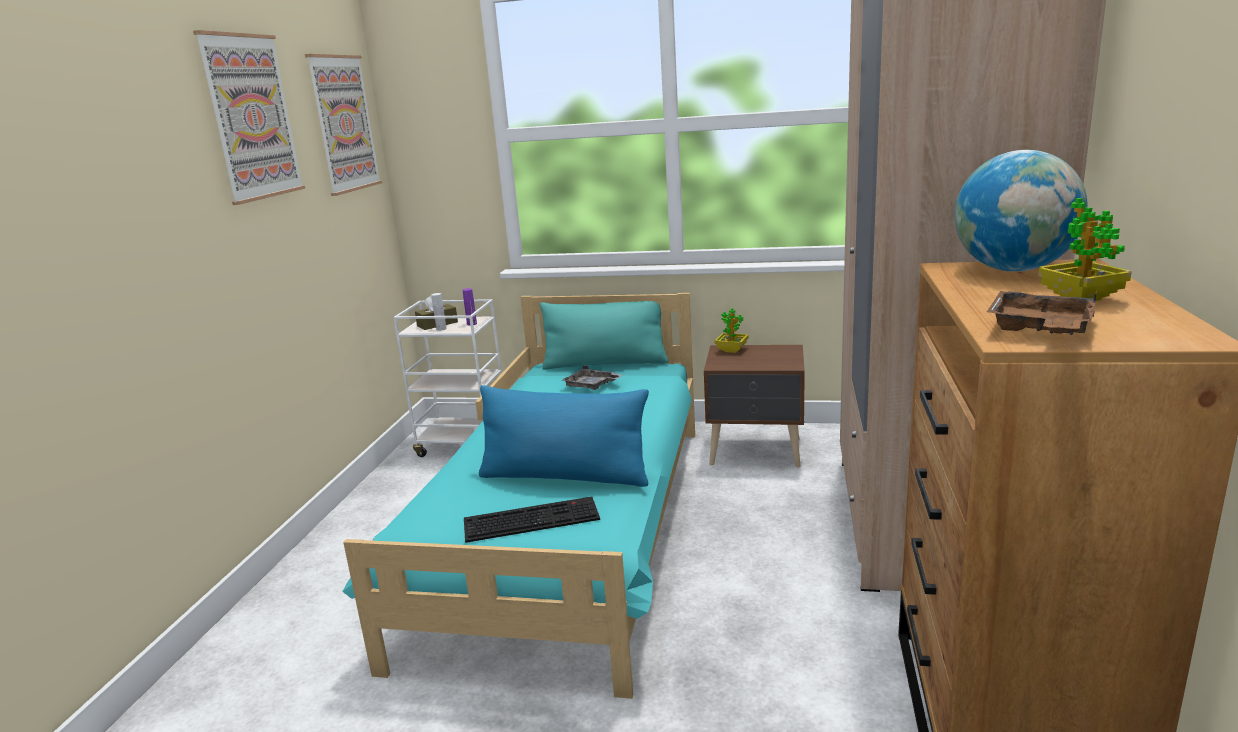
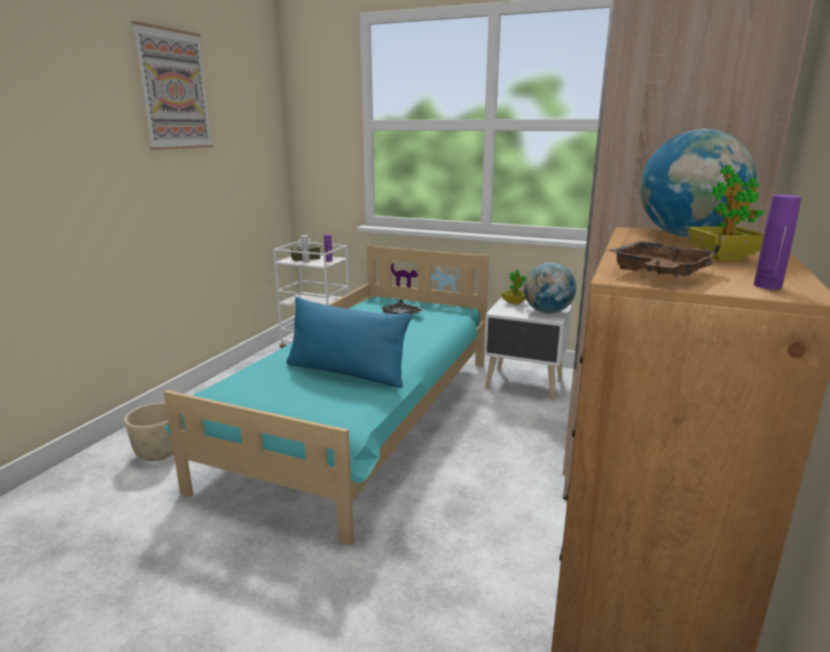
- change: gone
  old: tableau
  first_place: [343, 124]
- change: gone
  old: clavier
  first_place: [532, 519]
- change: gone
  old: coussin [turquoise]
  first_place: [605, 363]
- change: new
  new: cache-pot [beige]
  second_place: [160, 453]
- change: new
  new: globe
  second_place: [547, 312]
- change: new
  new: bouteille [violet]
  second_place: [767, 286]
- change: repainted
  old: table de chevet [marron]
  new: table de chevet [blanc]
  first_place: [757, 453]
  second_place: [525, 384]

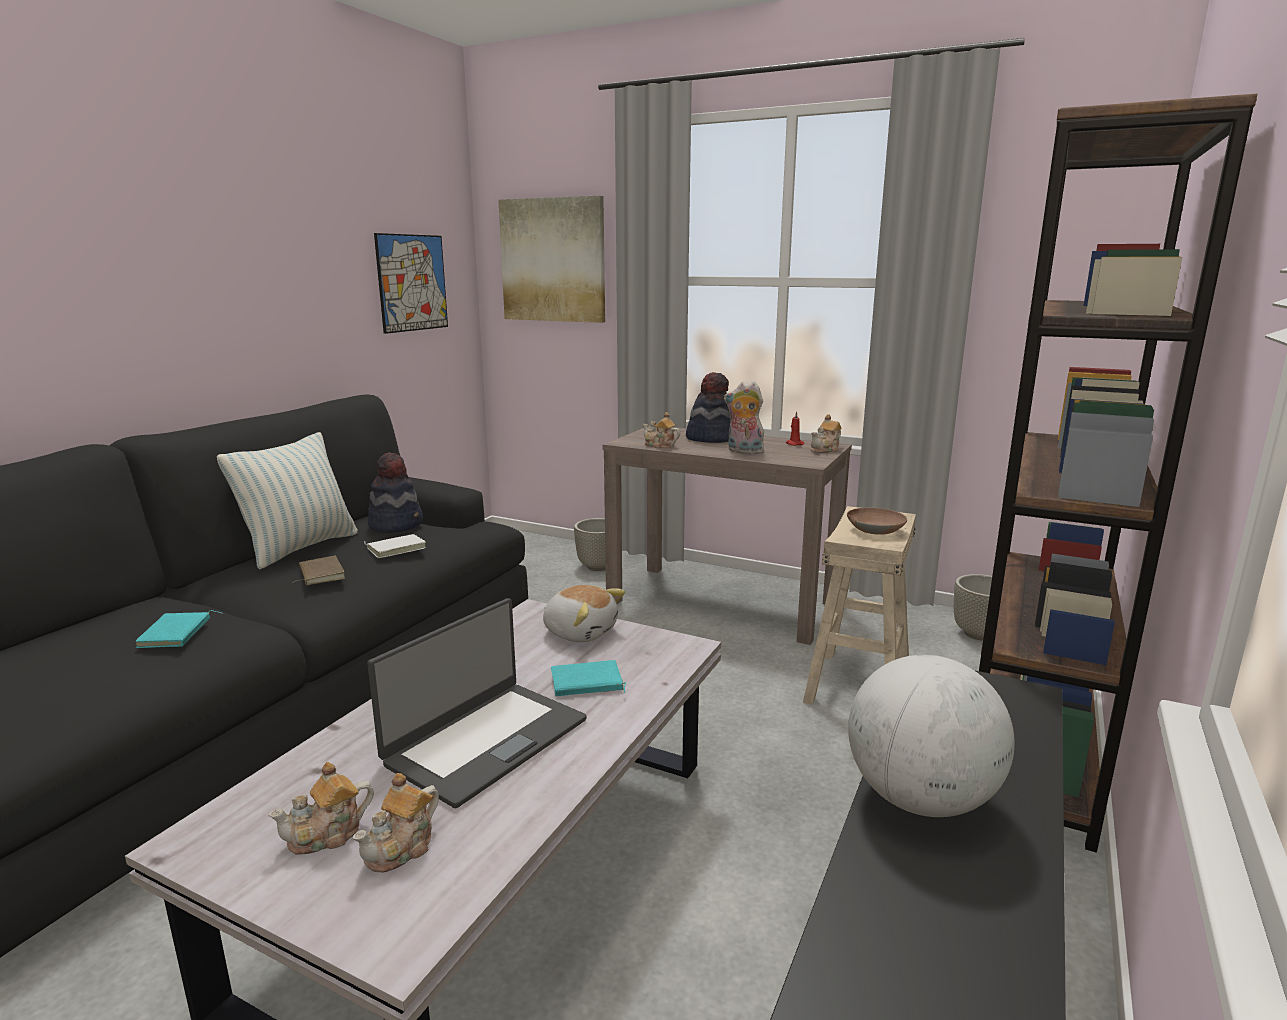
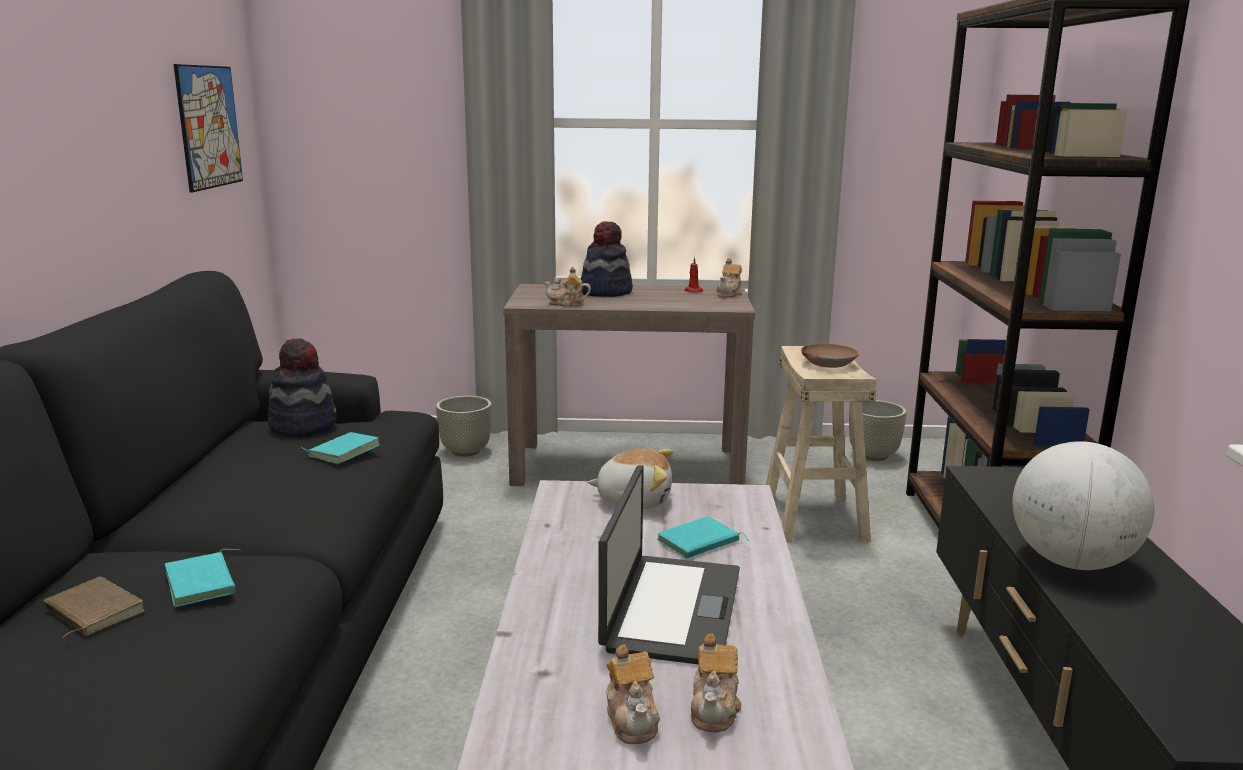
- change: gone
  old: coussin
  first_place: [300, 548]
- change: gone
  old: tableau
  first_place: [553, 260]
- change: gone
  old: peluche
  first_place: [743, 452]
- change: shifted
  old: livre [marron]
  first_place: [320, 574]
  second_place: [91, 612]
- change: repainted
  old: livre [blanc]
  new: livre [turquoise]
  first_place: [396, 548]
  second_place: [343, 451]
- change: rotated
  old: théière
  first_place: [327, 835]
  second_place: [632, 719]
  degrees: -45

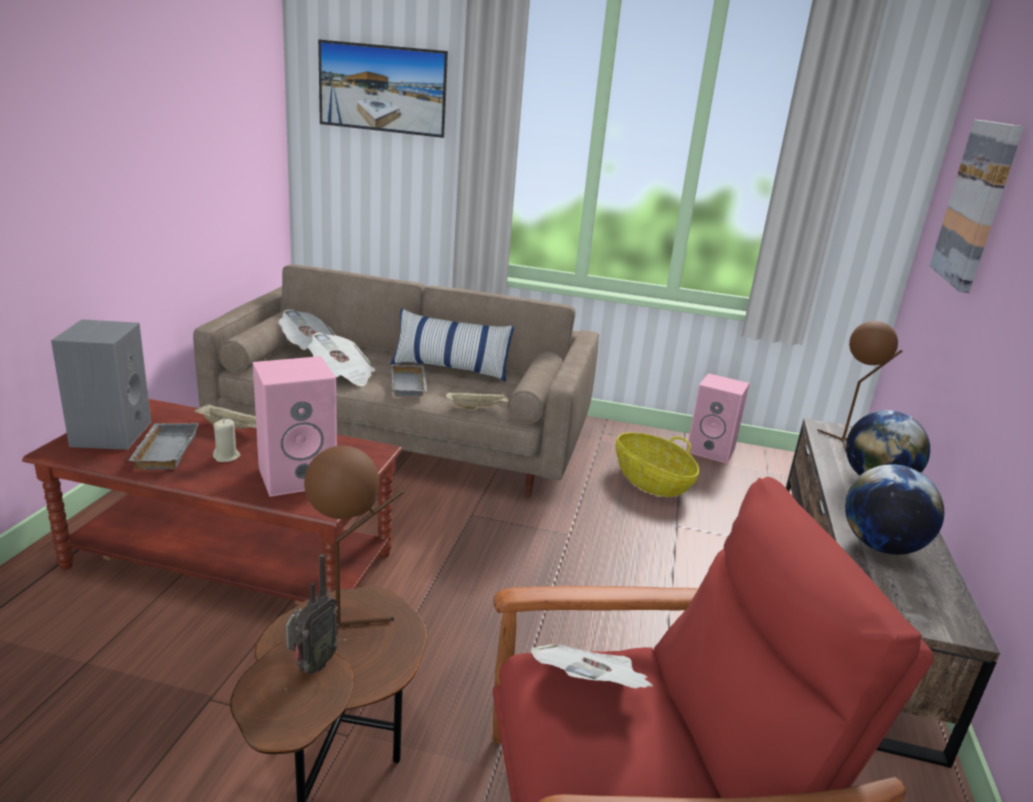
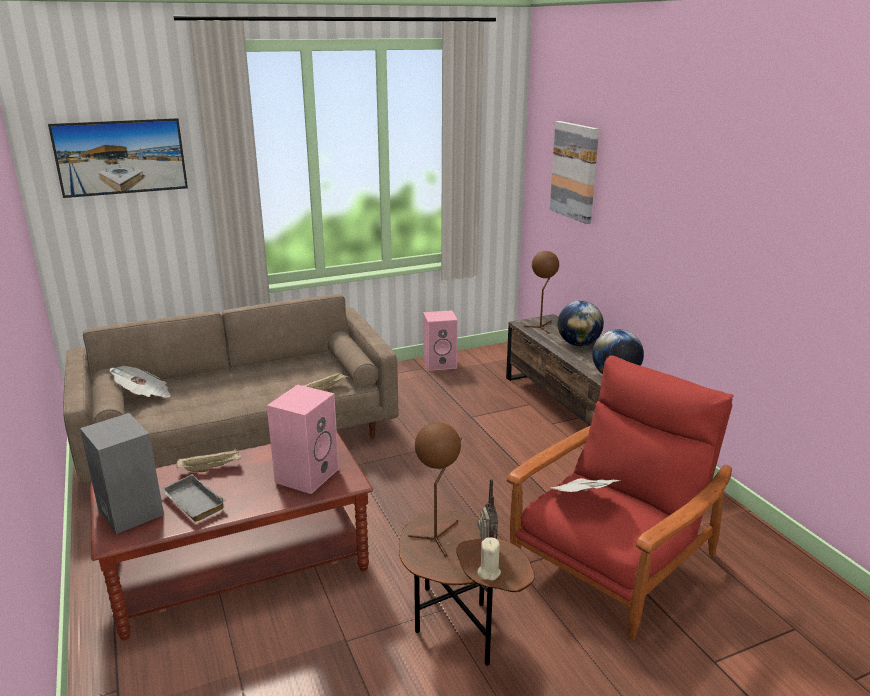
- change: gone
  old: journal
  first_place: [342, 375]
- change: gone
  old: coussin
  first_place: [450, 368]
- change: gone
  old: plateau [gris]
  first_place: [410, 385]
- change: gone
  old: panier
  first_place: [651, 481]
- change: shifted
  old: bougie [beige]
  first_place: [227, 457]
  second_place: [488, 572]

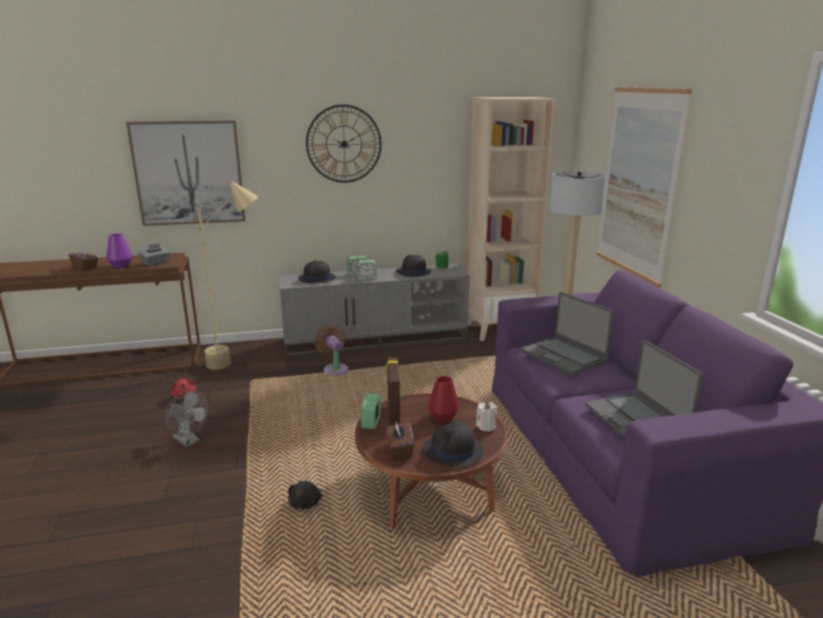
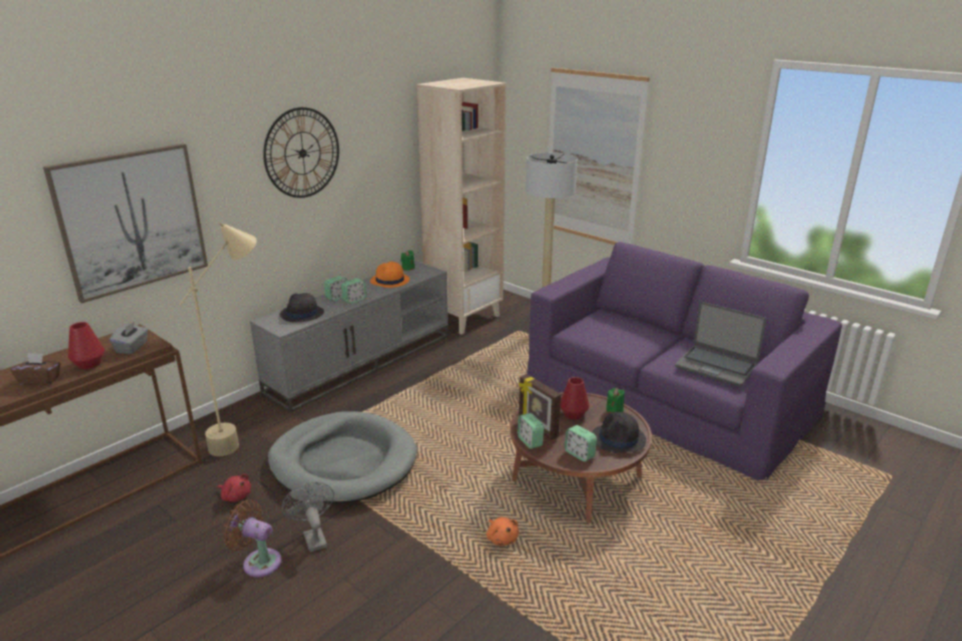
- change: gone
  old: ordinateur portable
  first_place: [563, 356]
- change: new
  new: panier pour chien [gris]
  second_place: [343, 462]
- change: shifted
  old: ventilateur [marron]
  first_place: [334, 368]
  second_place: [259, 561]
- change: swapped
  old: boîte à mouchoirs [marron]
  new: réveil
  first_place: [399, 449]
  second_place: [579, 454]
- change: repainted
  old: vase [violet]
  new: vase [rouge]
  first_place: [121, 266]
  second_place: [89, 364]
- change: repainted
  old: peluche [noir]
  new: peluche [orange]
  first_place: [306, 503]
  second_place: [502, 538]
- change: repainted
  old: chapeau [noir]
  new: chapeau [orange]
  first_place: [413, 272]
  second_place: [390, 281]
- change: repainted
  old: bougie [blanc]
  new: bougie [vert]
  first_place: [486, 426]
  second_place: [614, 410]
- change: rotated
  old: ventilateur [gris]
  first_place: [189, 441]
  second_place: [313, 537]
  degrees: -120

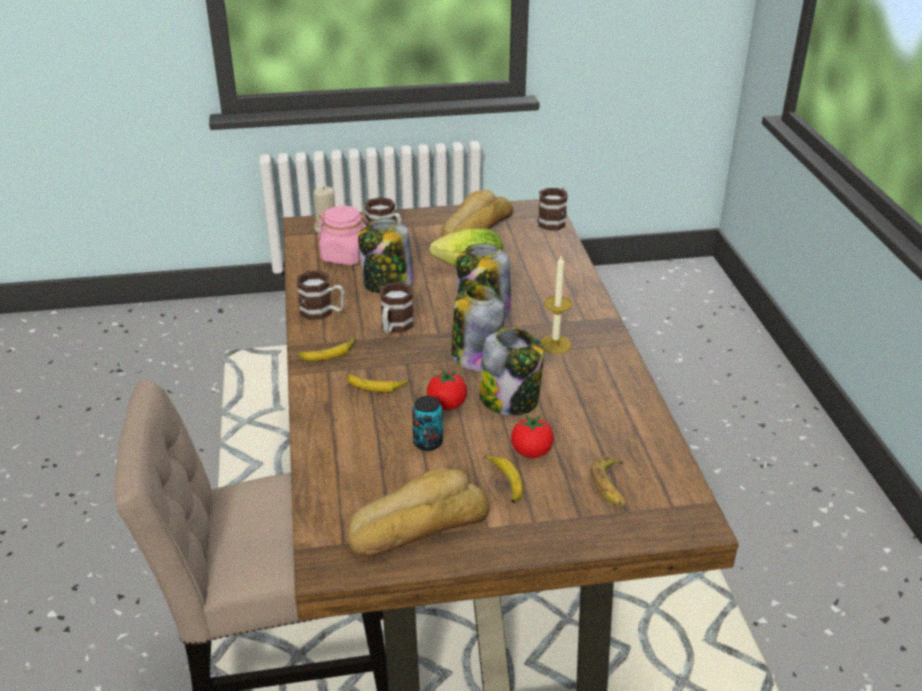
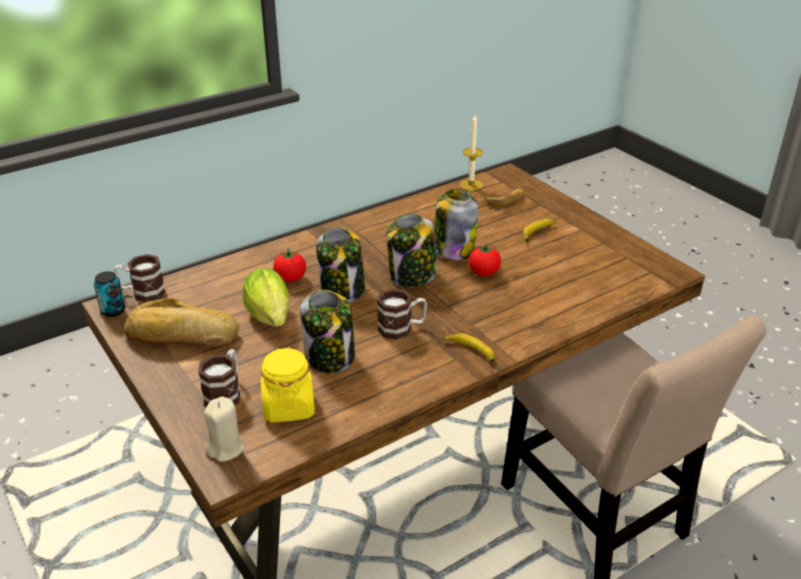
- change: gone
  old: mug
  first_place: [323, 312]
- change: gone
  old: banane
  first_place: [376, 385]
- change: gone
  old: pain
  first_place: [417, 524]
- change: shifted
  old: boîte métallique
  first_place: [428, 443]
  second_place: [113, 311]
- change: shifted
  old: tomate
  first_place: [531, 452]
  second_place: [290, 278]
- change: shifted
  old: bougie
  first_place: [555, 344]
  second_place: [471, 185]
- change: repainted
  old: bocal [rose]
  new: bocal [jaune]
  first_place: [345, 256]
  second_place: [288, 406]

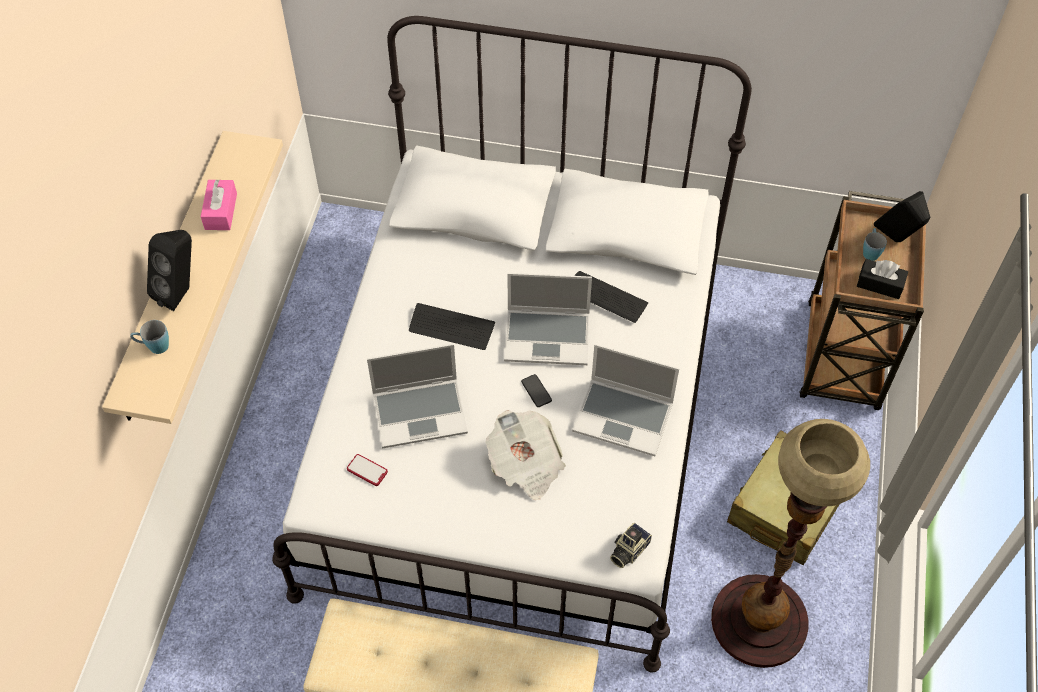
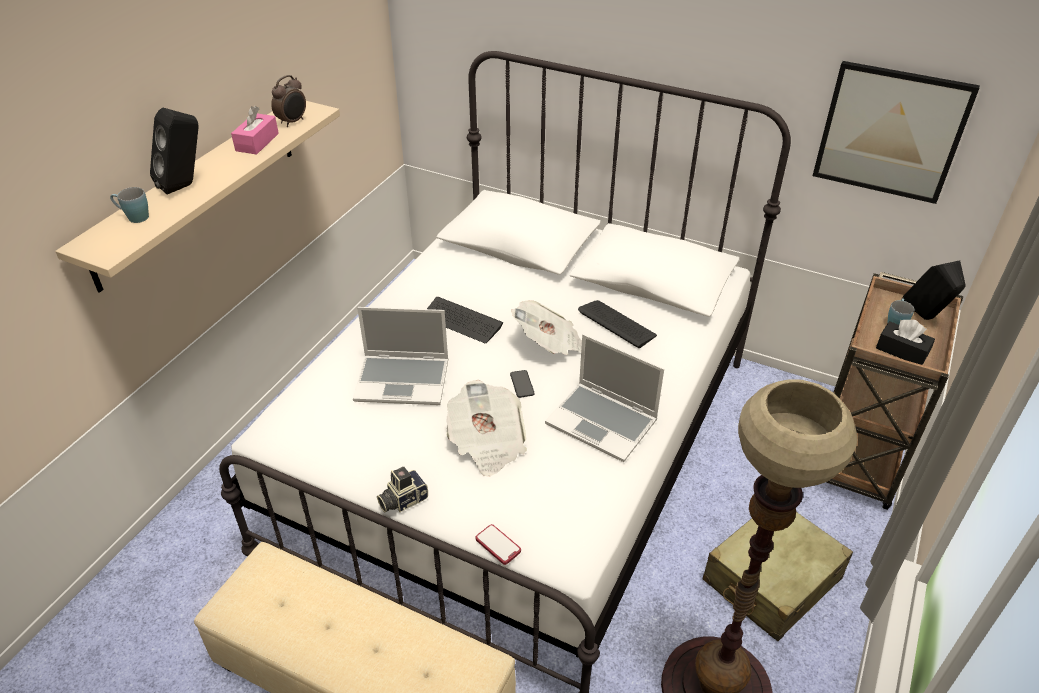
- change: new
  new: réveil
  second_place: [293, 122]
- change: new
  new: tableau
  second_place: [890, 132]
- change: shifted
  old: téléphone
  first_place: [367, 470]
  second_place: [498, 545]
- change: shifted
  old: appareil photo
  first_place: [628, 550]
  second_place: [402, 500]
- change: swapped
  old: ordinateur portable
  new: journal
  first_place: [548, 337]
  second_place: [550, 344]

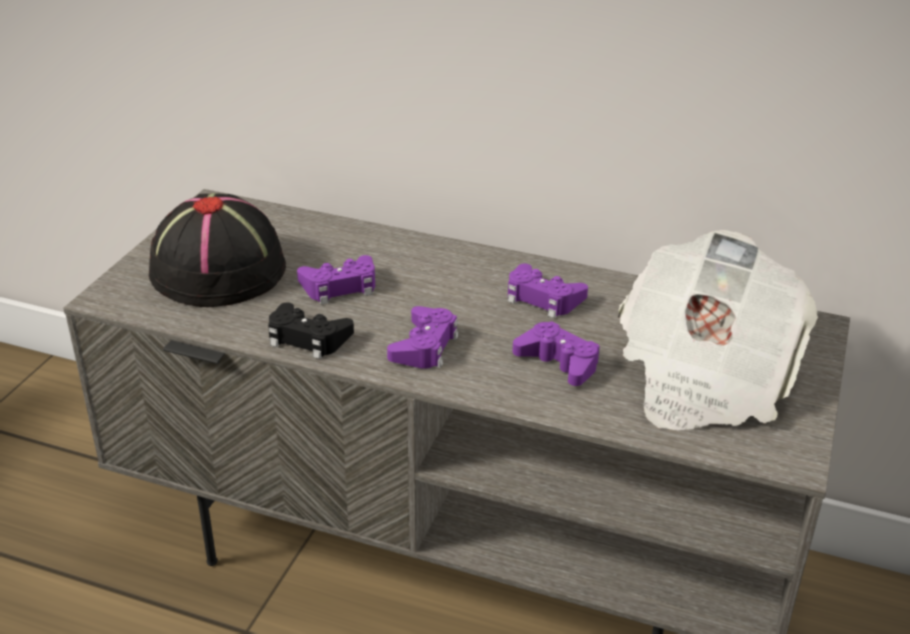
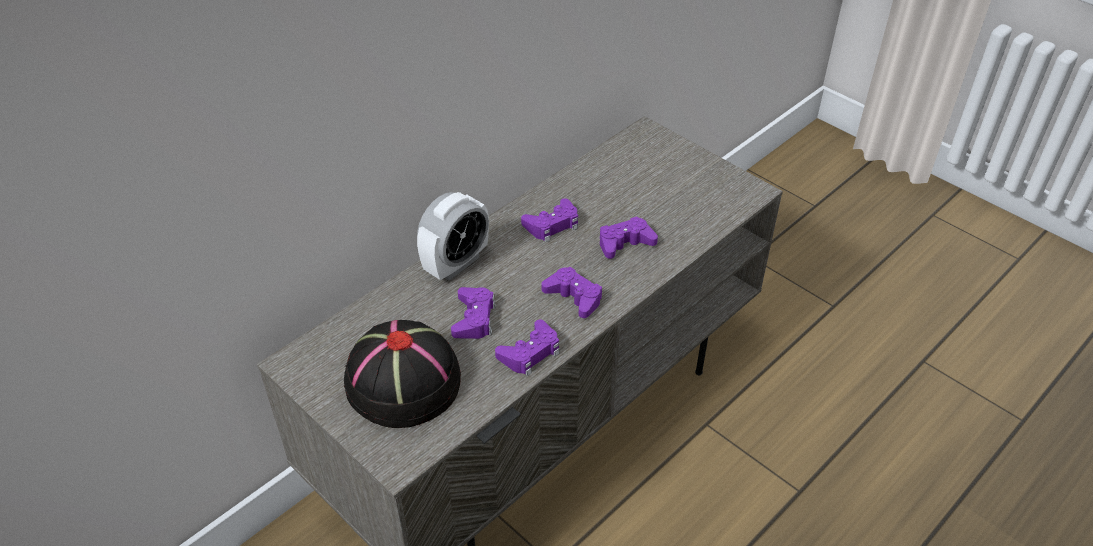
- change: gone
  old: journal
  first_place: [703, 376]
- change: new
  new: réveil
  second_place: [456, 264]
- change: repainted
  old: manette [noir]
  new: manette [violet]
  first_place: [307, 338]
  second_place: [530, 353]

